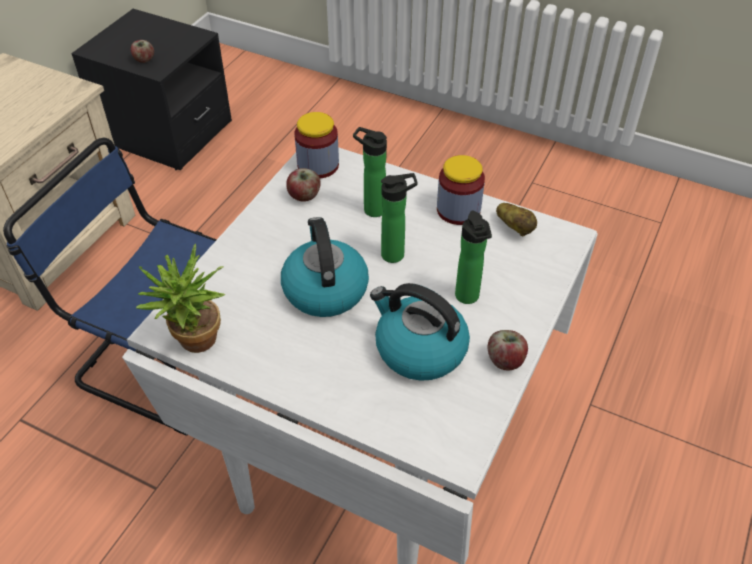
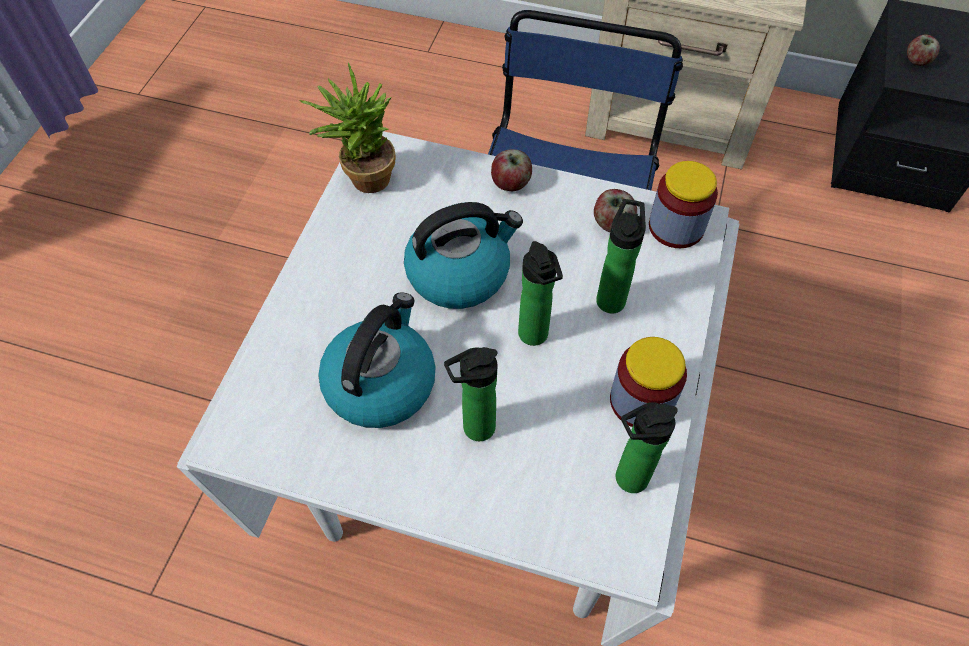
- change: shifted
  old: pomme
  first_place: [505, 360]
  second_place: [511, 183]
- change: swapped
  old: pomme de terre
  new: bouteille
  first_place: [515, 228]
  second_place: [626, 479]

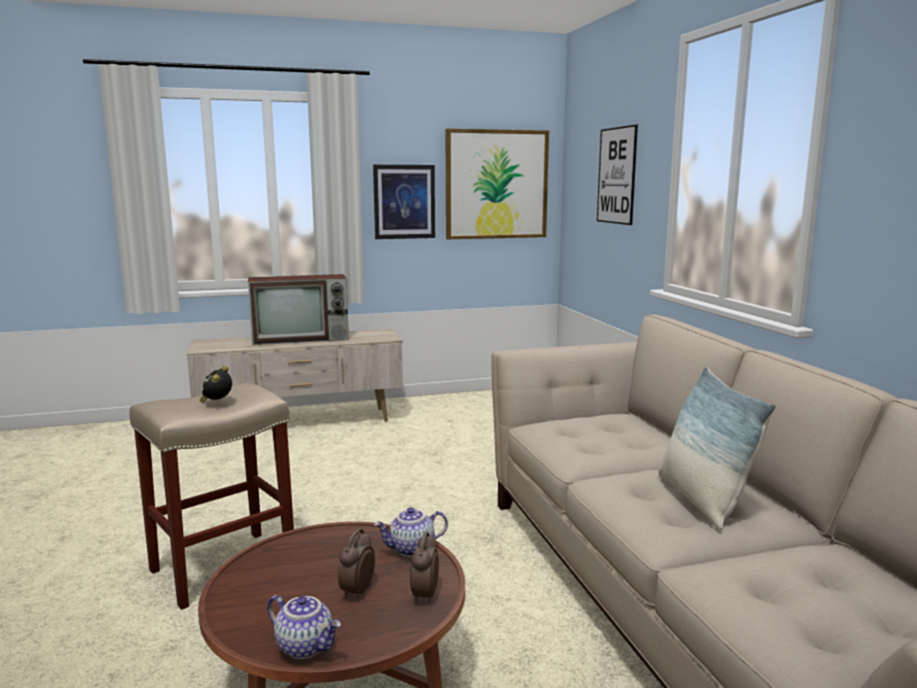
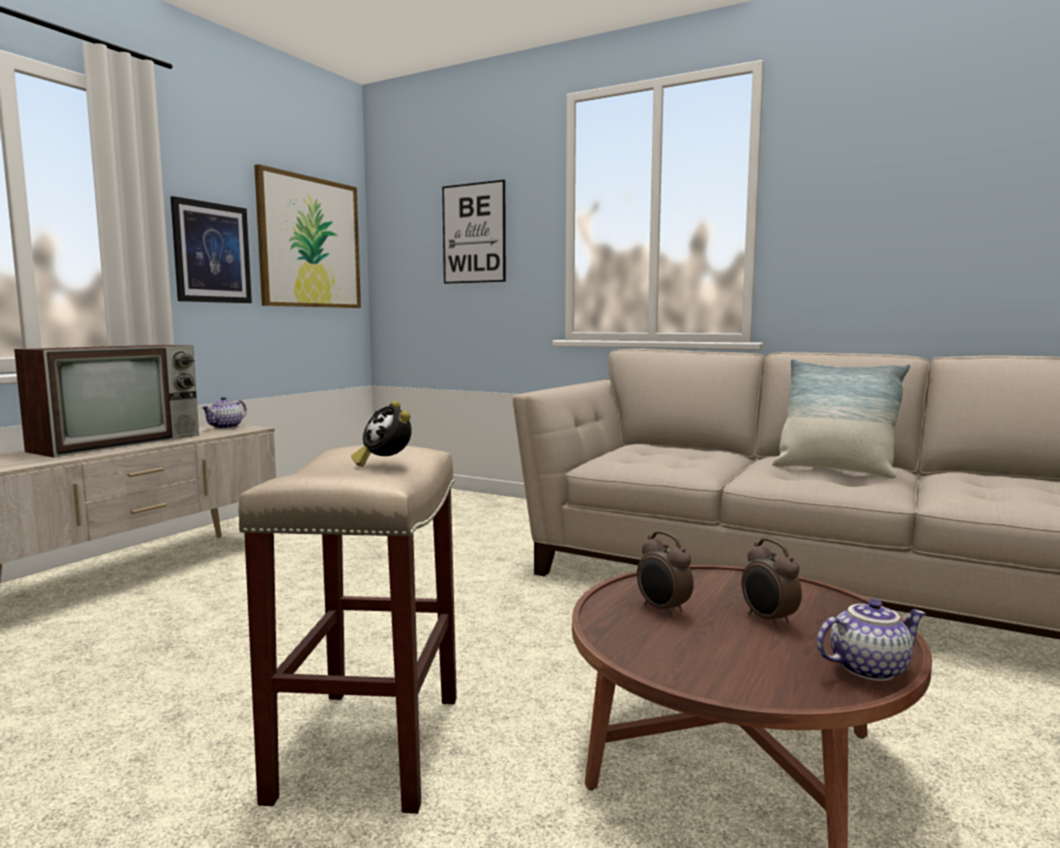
- change: shifted
  old: théière
  first_place: [411, 549]
  second_place: [226, 427]
- change: shifted
  old: réveil
  first_place: [424, 595]
  second_place: [662, 610]

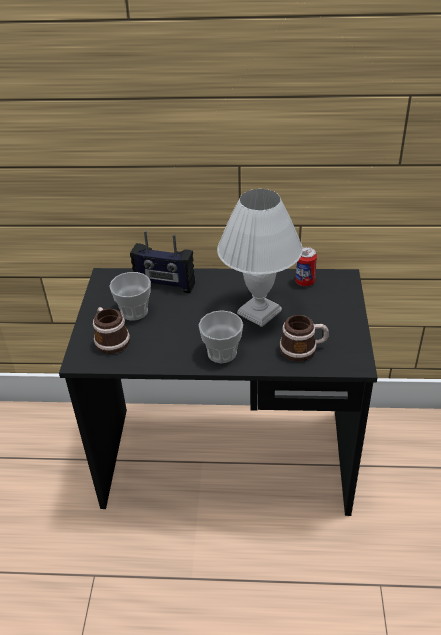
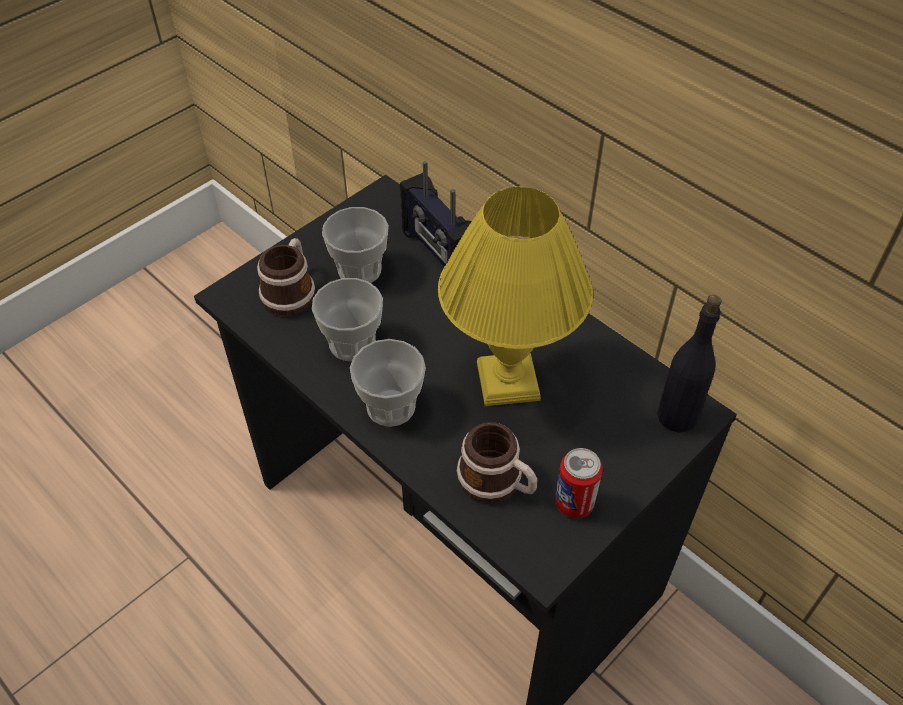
- change: new
  new: tasse
  second_place: [352, 343]
- change: new
  new: bouteille [noir]
  second_place: [676, 415]
- change: shifted
  old: boîte métallique
  first_place: [305, 282]
  second_place: [574, 503]
- change: repainted
  old: lampe de table [blanc]
  new: lampe de table [jaune]
  first_place: [259, 311]
  second_place: [509, 380]

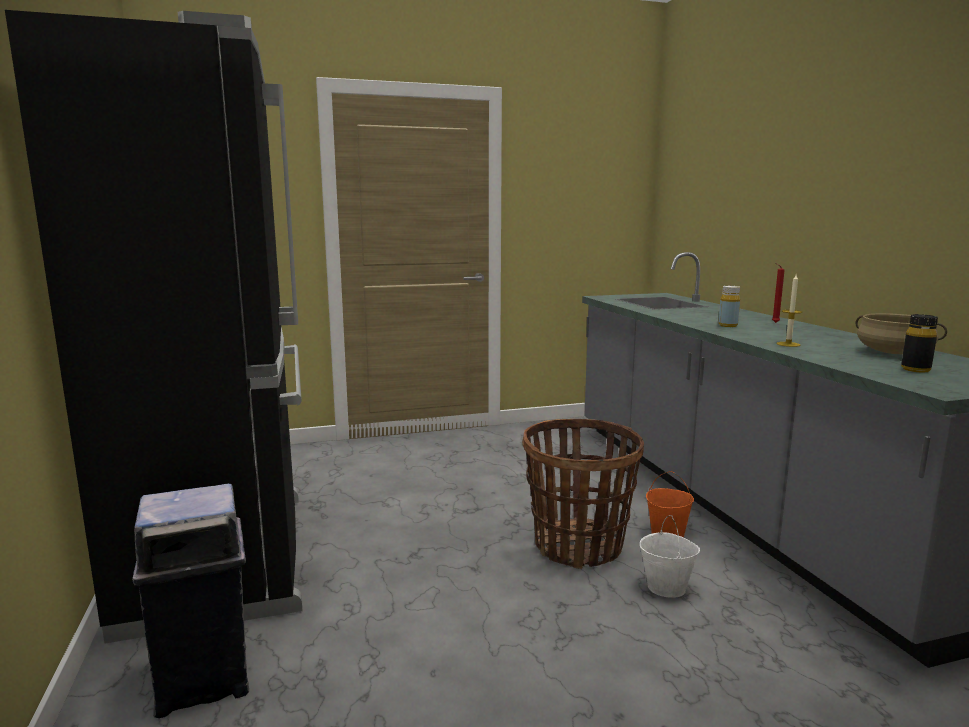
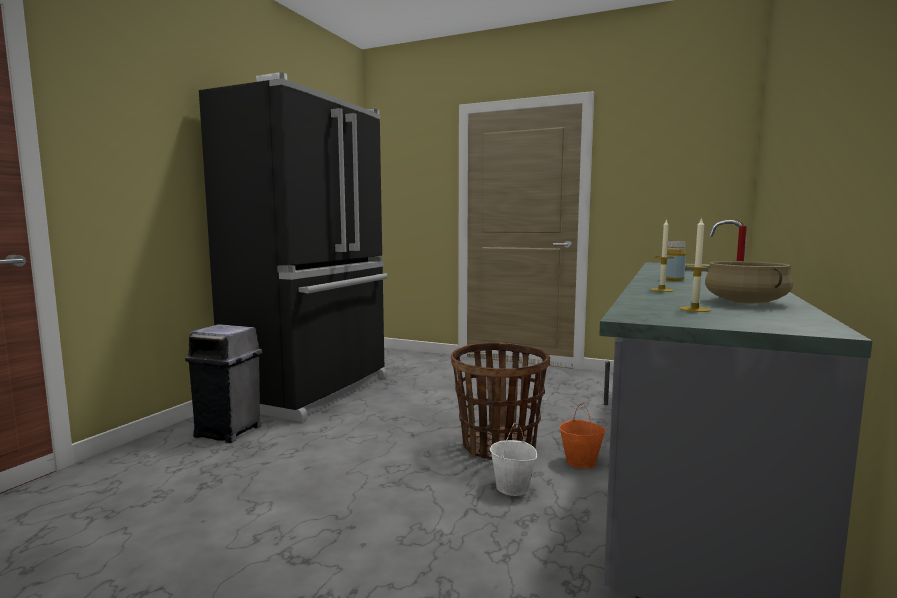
- change: swapped
  old: bouteille [noir]
  new: bougie
  first_place: [915, 369]
  second_place: [695, 309]

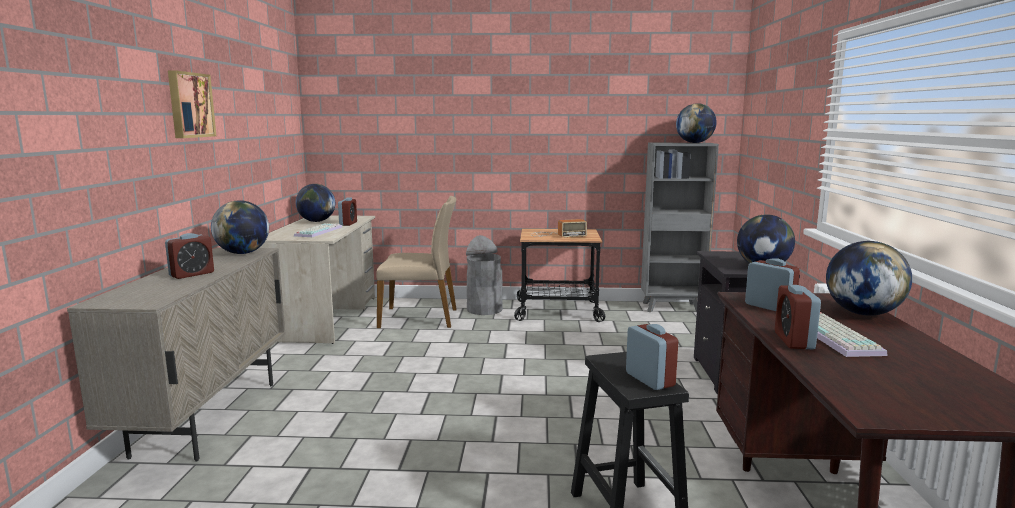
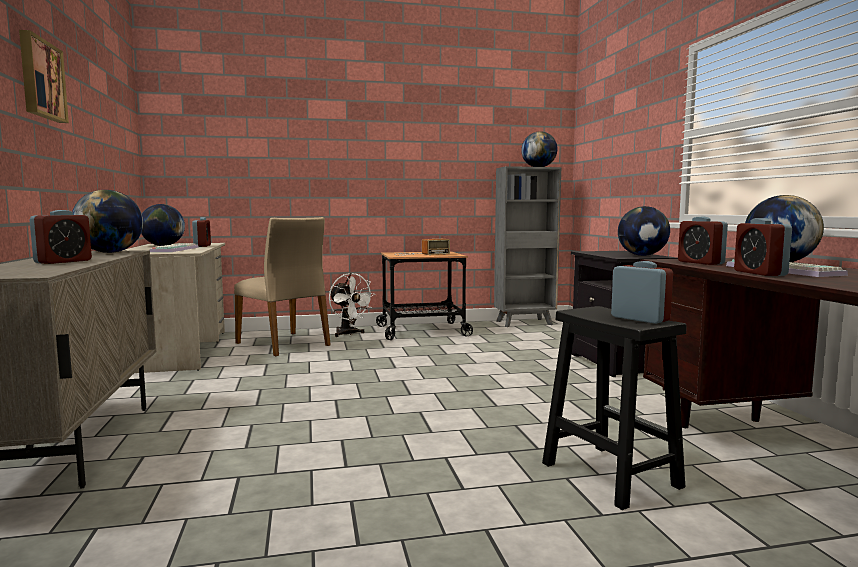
- change: swapped
  old: poubelle [gris]
  new: ventilateur [blanc]
  first_place: [484, 309]
  second_place: [348, 334]
- change: rotated
  old: chaise [beige]
  first_place: [420, 317]
  second_place: [284, 344]
  degrees: 60
- change: rotated
  old: réveil
  first_place: [769, 307]
  second_place: [700, 262]
  degrees: -150

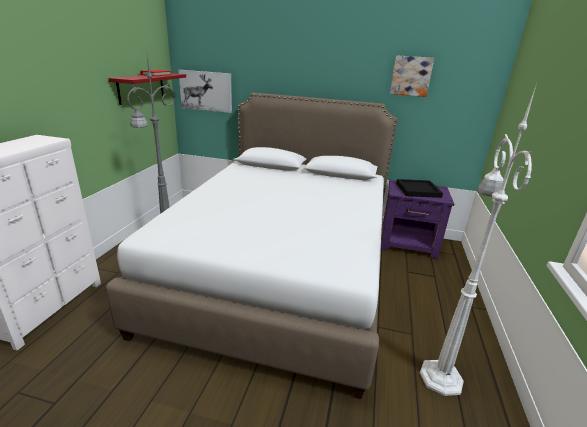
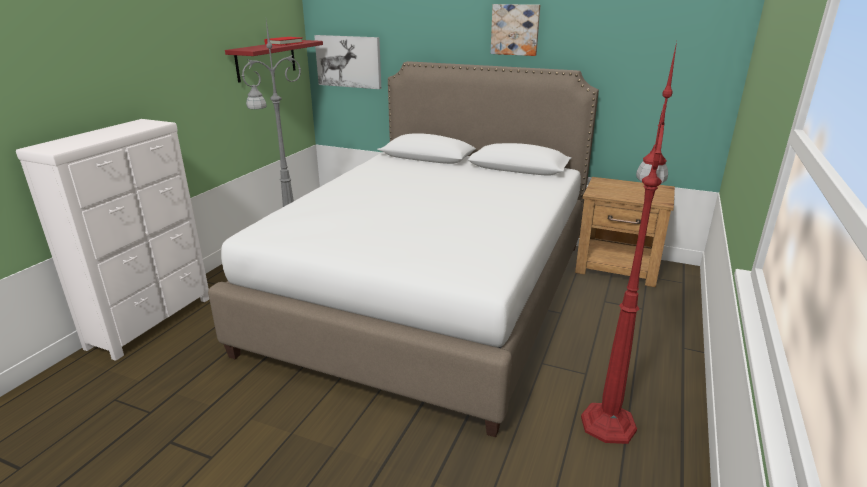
- change: gone
  old: plateau [noir]
  first_place: [417, 190]
- change: shifted
  old: tableau
  first_place: [411, 76]
  second_place: [515, 29]
- change: repainted
  old: table de chevet [violet]
  new: table de chevet [marron]
  first_place: [408, 244]
  second_place: [618, 267]
- change: repainted
  old: lampadaire [blanc]
  new: lampadaire [rouge]
  first_place: [440, 375]
  second_place: [609, 421]

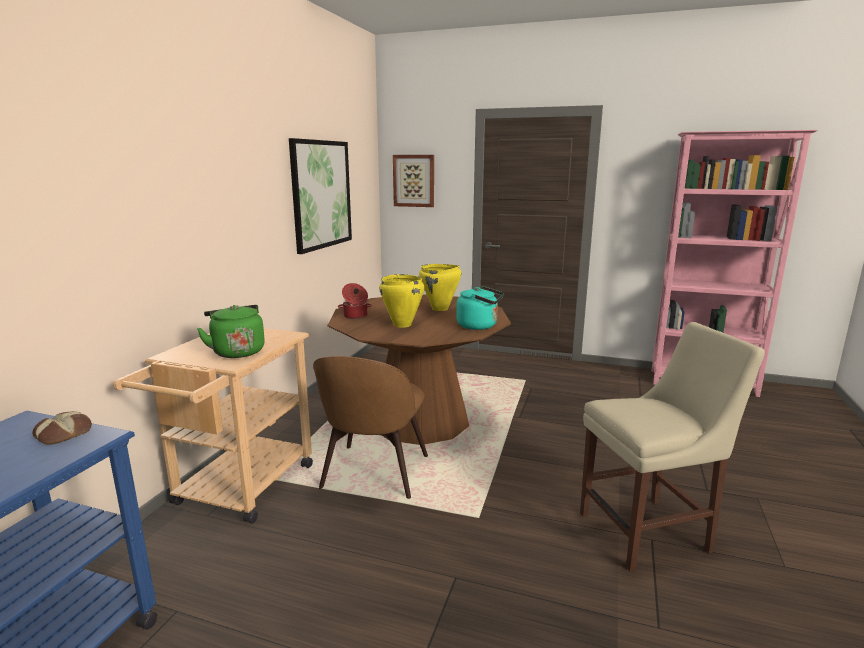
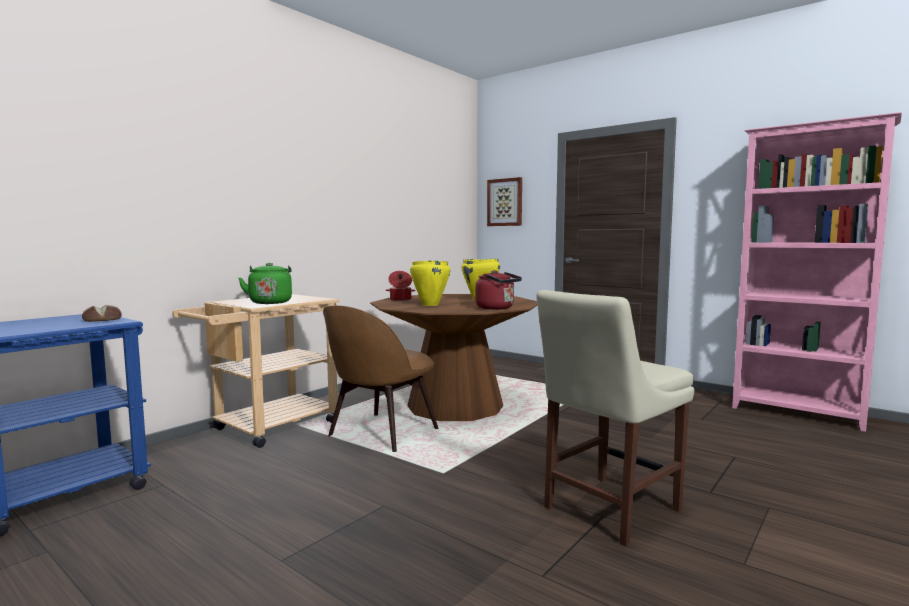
- change: gone
  old: tableau
  first_place: [321, 194]
- change: repainted
  old: bouilloire [turquoise]
  new: bouilloire [rouge]
  first_place: [479, 326]
  second_place: [497, 308]
- change: rotated
  old: chaise [beige]
  first_place: [649, 531]
  second_place: [607, 510]
  degrees: 135

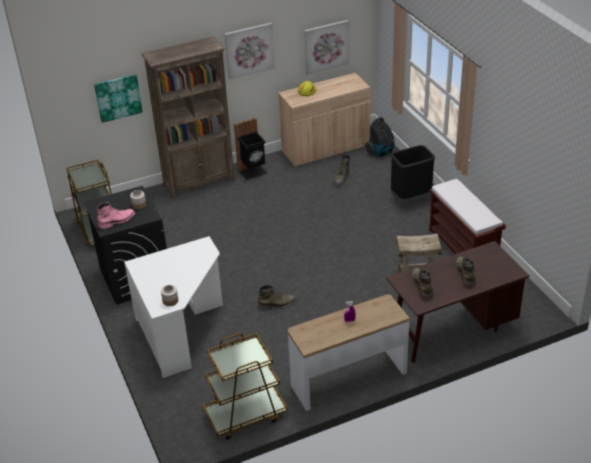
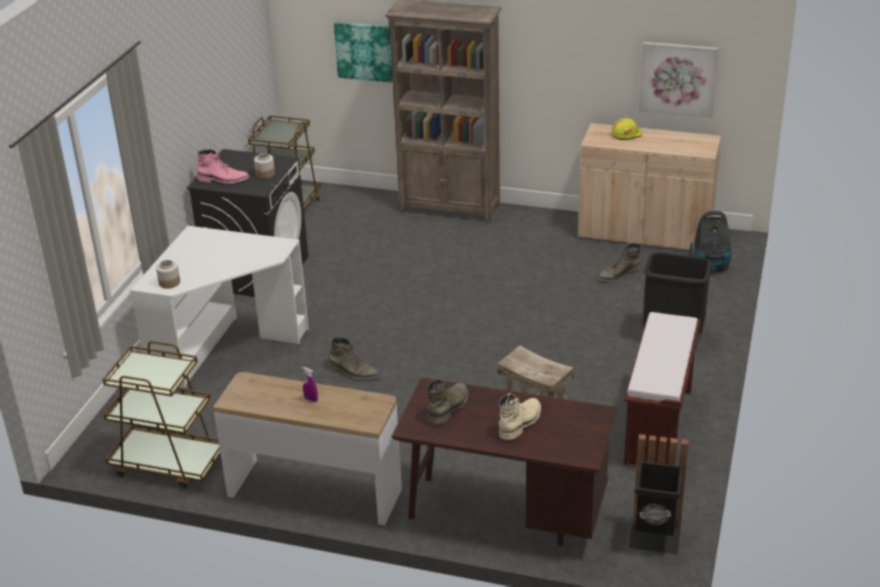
- change: gone
  old: tableau
  first_place: [249, 50]
- change: shifted
  old: poubelle [noir]
  first_place: [253, 172]
  second_place: [655, 538]
- change: repainted
  old: botte [vert]
  new: botte [beige]
  first_place: [465, 273]
  second_place: [520, 423]

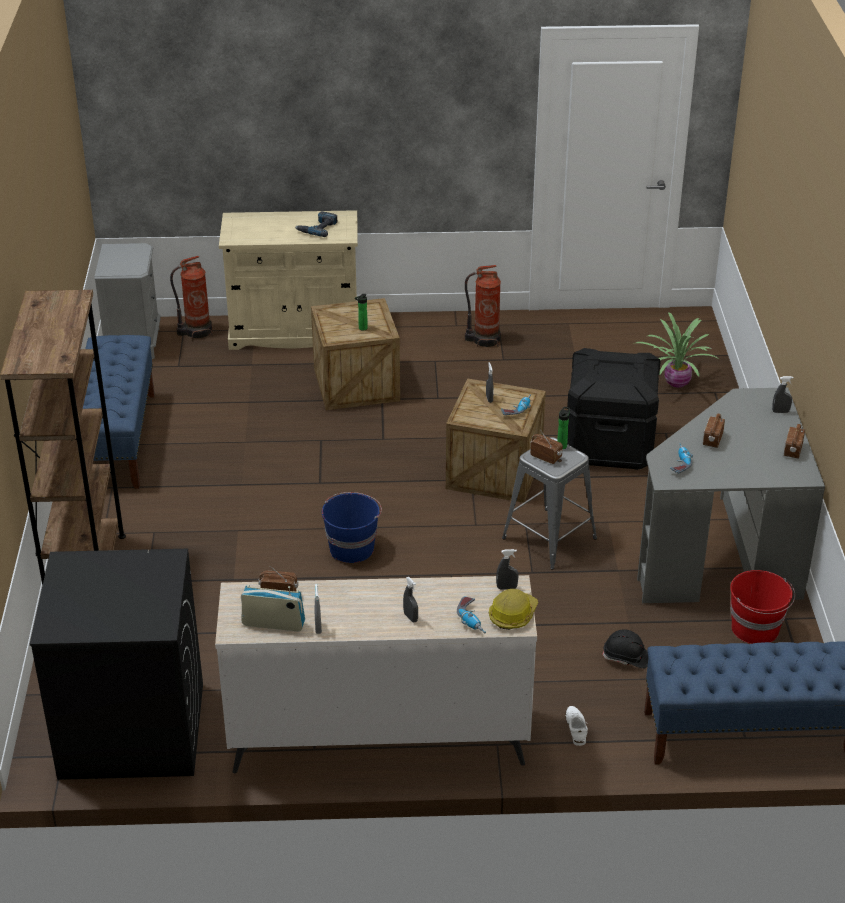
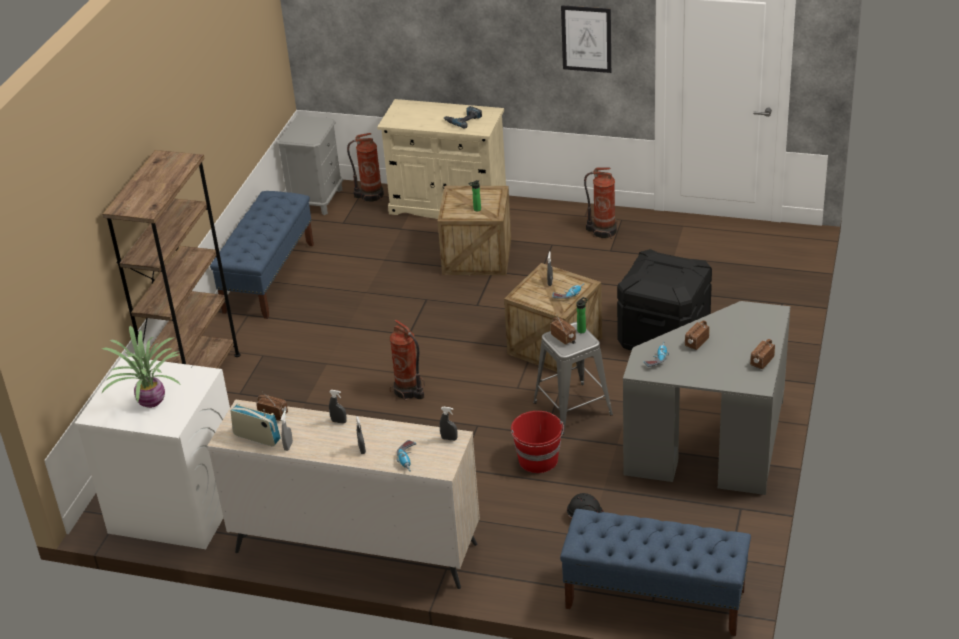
- change: gone
  old: casque de chantier
  first_place: [512, 615]
- change: gone
  old: chaussure [blanc]
  first_place: [576, 728]
- change: new
  new: tableau
  second_place: [586, 39]
- change: shifted
  old: plante en pot
  first_place: [676, 382]
  second_place: [151, 400]
- change: shifted
  old: seau [rouge]
  first_place: [756, 629]
  second_place: [538, 460]
- change: shifted
  old: vaporisateur [gris]
  first_place: [780, 412]
  second_place: [339, 421]
- change: swapped
  old: seau [bleu]
  new: extincteur
  first_place: [352, 547]
  second_place: [408, 391]
- change: repainted
  old: lave-linge [noir]
  new: lave-linge [blanc]
  first_place: [131, 731]
  second_place: [176, 506]

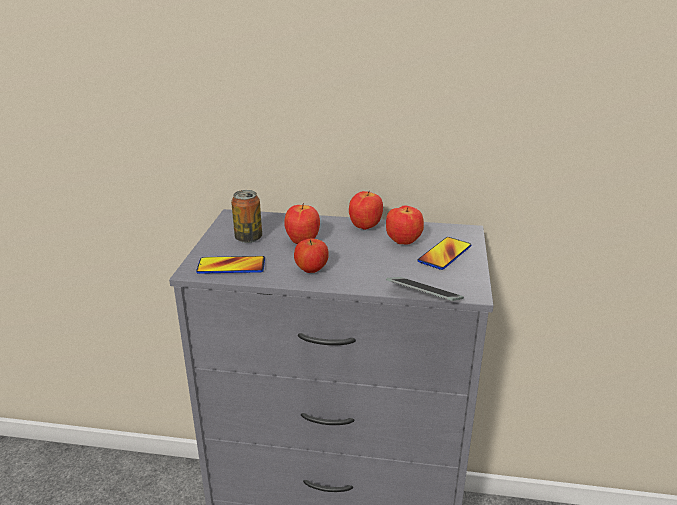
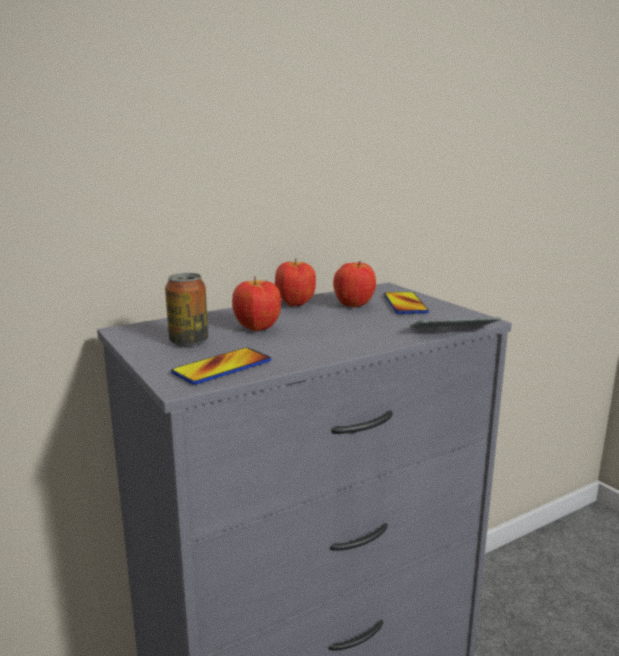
- change: gone
  old: pomme
  first_place: [311, 270]

